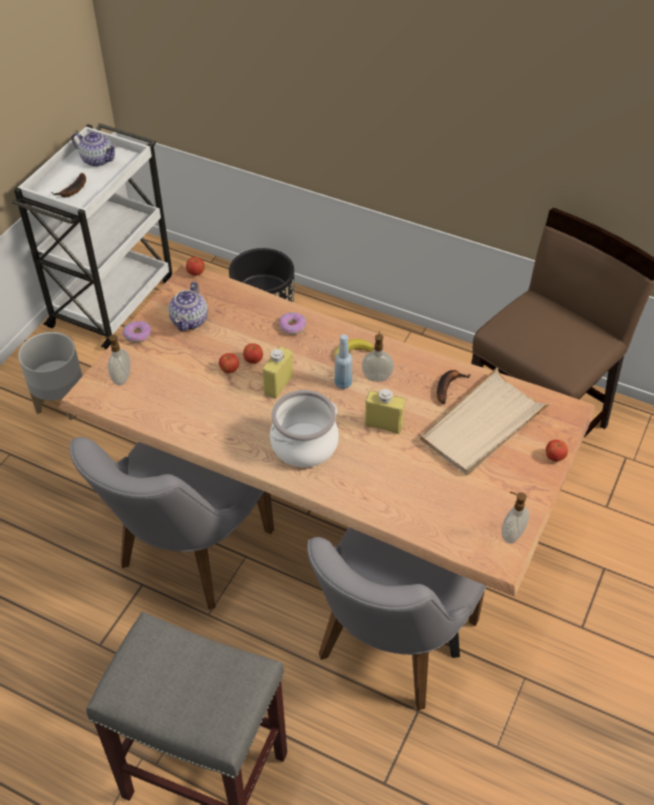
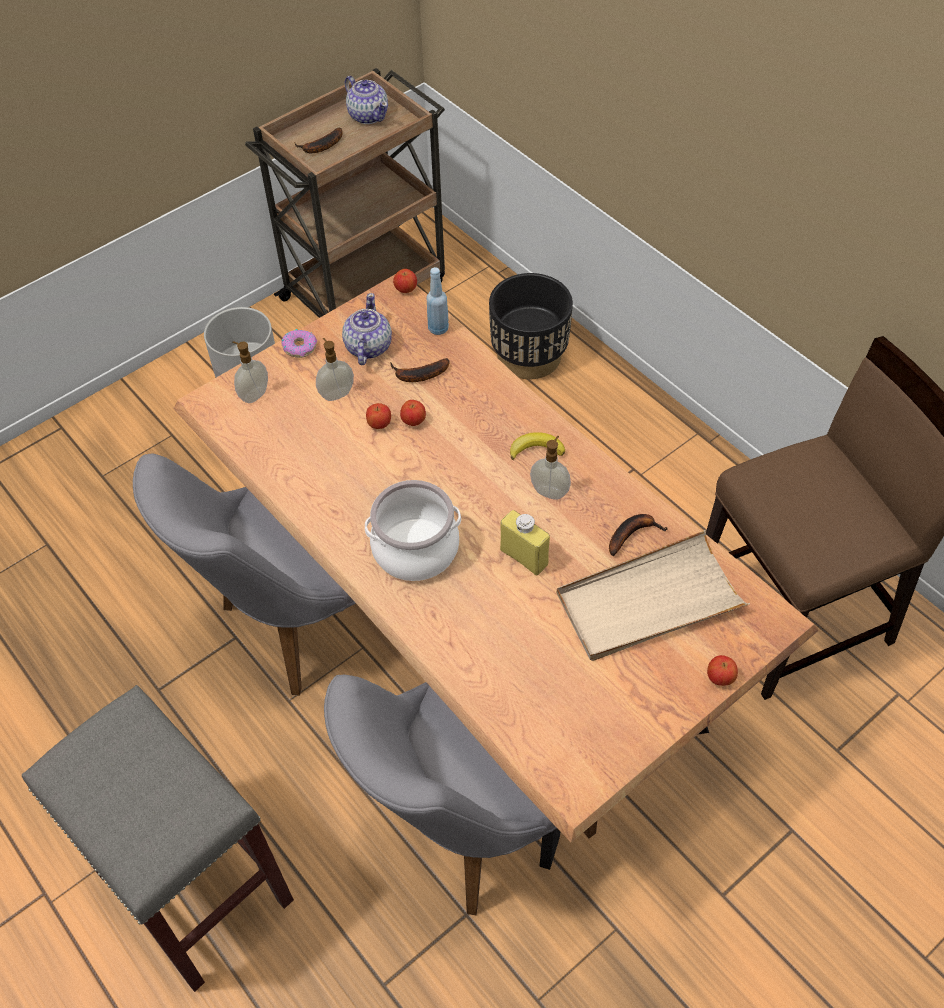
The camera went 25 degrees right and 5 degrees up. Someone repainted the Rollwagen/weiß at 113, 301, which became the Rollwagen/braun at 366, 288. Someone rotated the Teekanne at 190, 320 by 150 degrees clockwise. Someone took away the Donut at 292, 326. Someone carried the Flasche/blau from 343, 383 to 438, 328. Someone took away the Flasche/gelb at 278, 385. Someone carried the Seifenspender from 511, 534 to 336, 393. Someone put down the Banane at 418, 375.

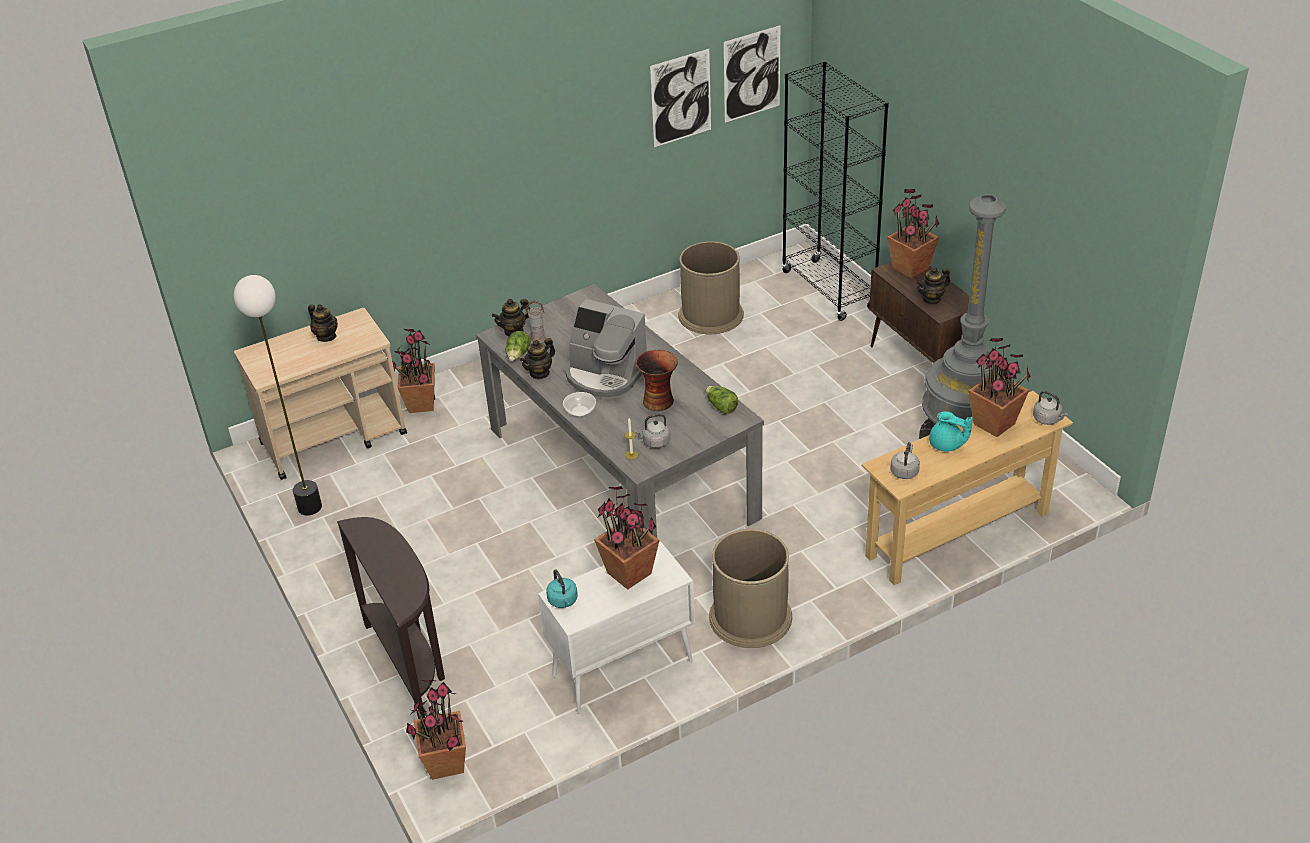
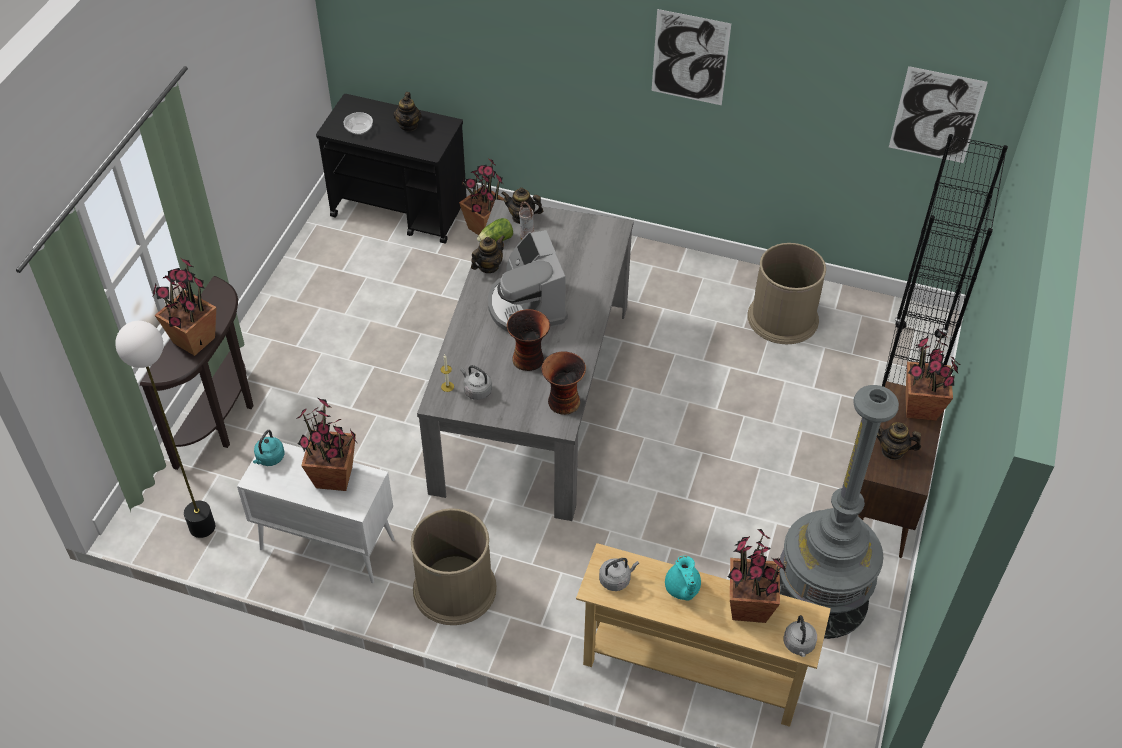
The camera went 45 degrees right and 10 degrees up. Someone carried the Bild from 681, 98 to 690, 58. Someone carried the Stehlampe from 309, 507 to 201, 527. Someone repainted the Rollwagen/beige at 334, 438, which became the Rollwagen/schwarz at 400, 210. Someone rotated the Teekanne at 540, 373 by 135 degrees clockwise. Someone swapped the Salatkopf at 721, 407 for the Vase at 562, 402. Someone carried the Schüssel from 579, 411 to 358, 129. Someone carried the Topfpflanze from 445, 764 to 193, 340.

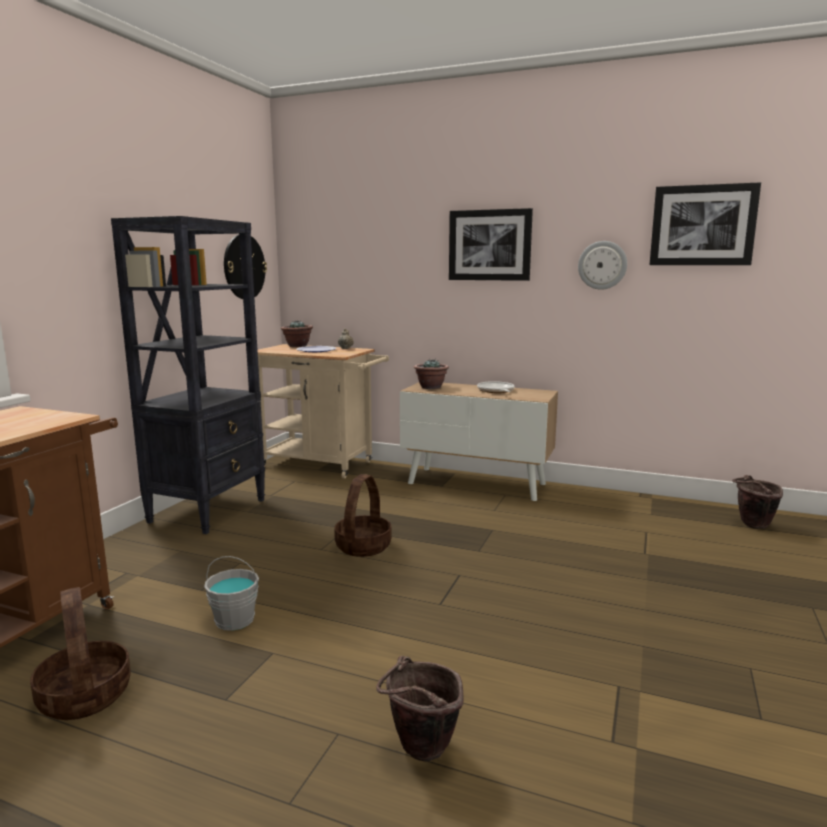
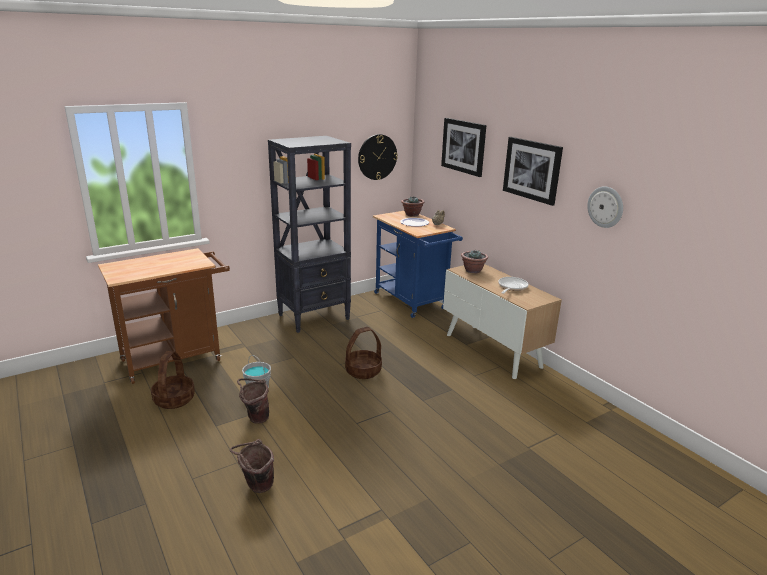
The camera went 35 degrees right and 10 degrees up. Someone carried the Bild from 702, 225 to 463, 146. Someone repainted the Rollwagen/beige at 323, 465, which became the Rollwagen/blau at 413, 302. Someone carried the Eimer/braun from 751, 525 to 255, 418.

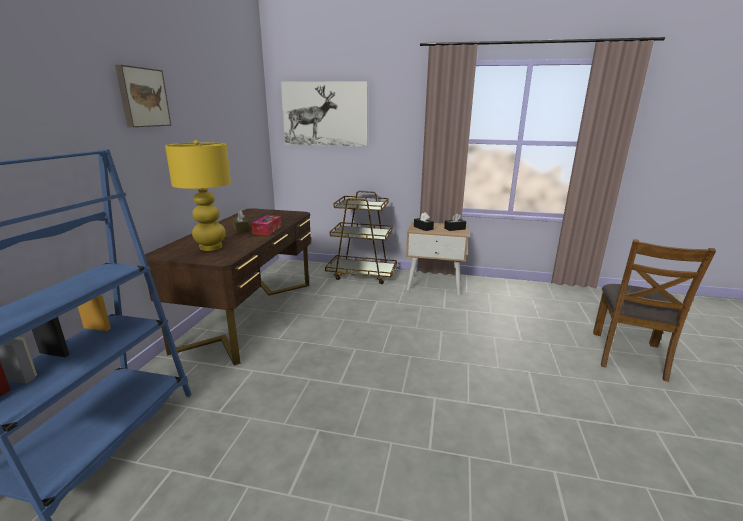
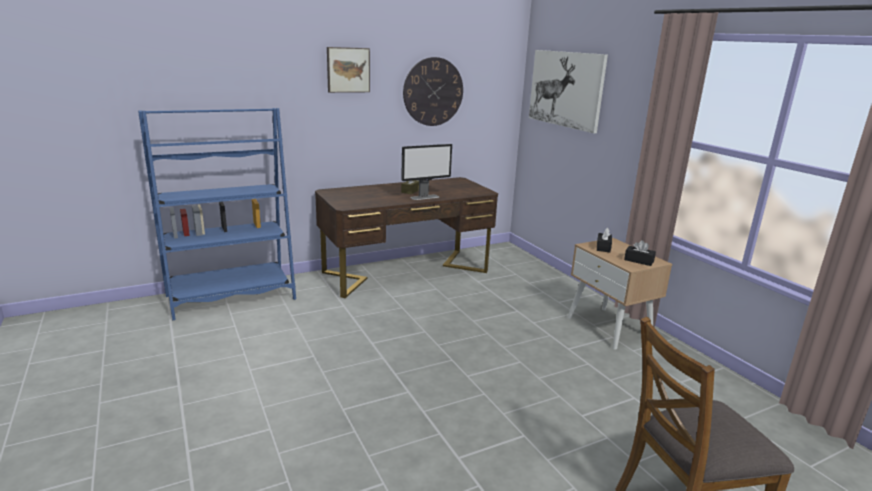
The camera went 50 degrees right and 0 degrees up. Someone took away the Tischlampe/gelb at 211, 247. Someone took away the Rollwagen/braun at 362, 274. Someone swapped the Taschentuchbox at 267, 230 for the Monitor at 425, 197. Someone put up the Wanduhr at 433, 92.

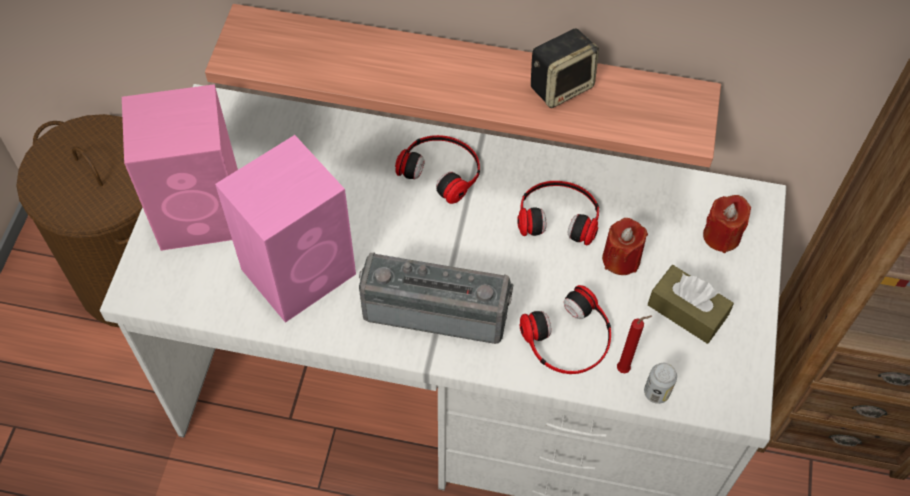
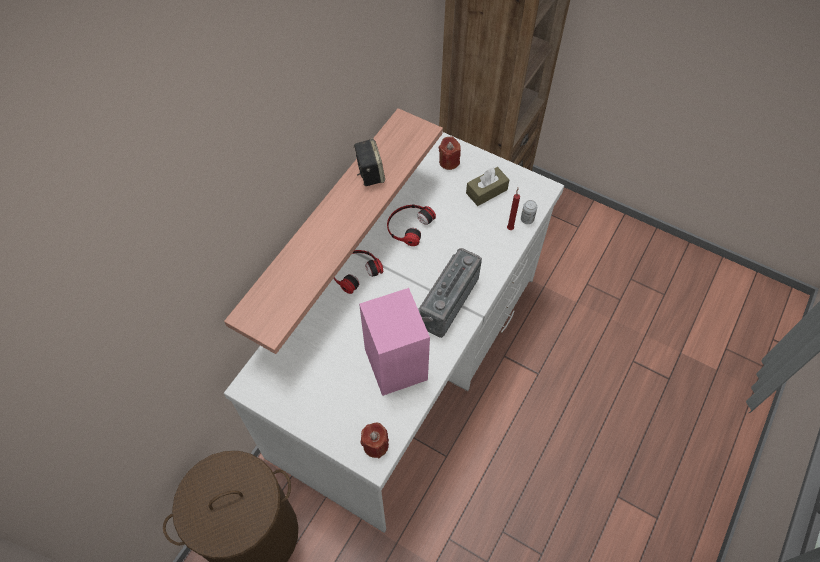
The camera went 70 degrees left and 0 degrees up. Someone took away the Lautsprecher/rosa at 203, 212. Someone carried the Kerze/rot from 621, 259 to 375, 445. Someone took away the Kopfhörer at 569, 338.

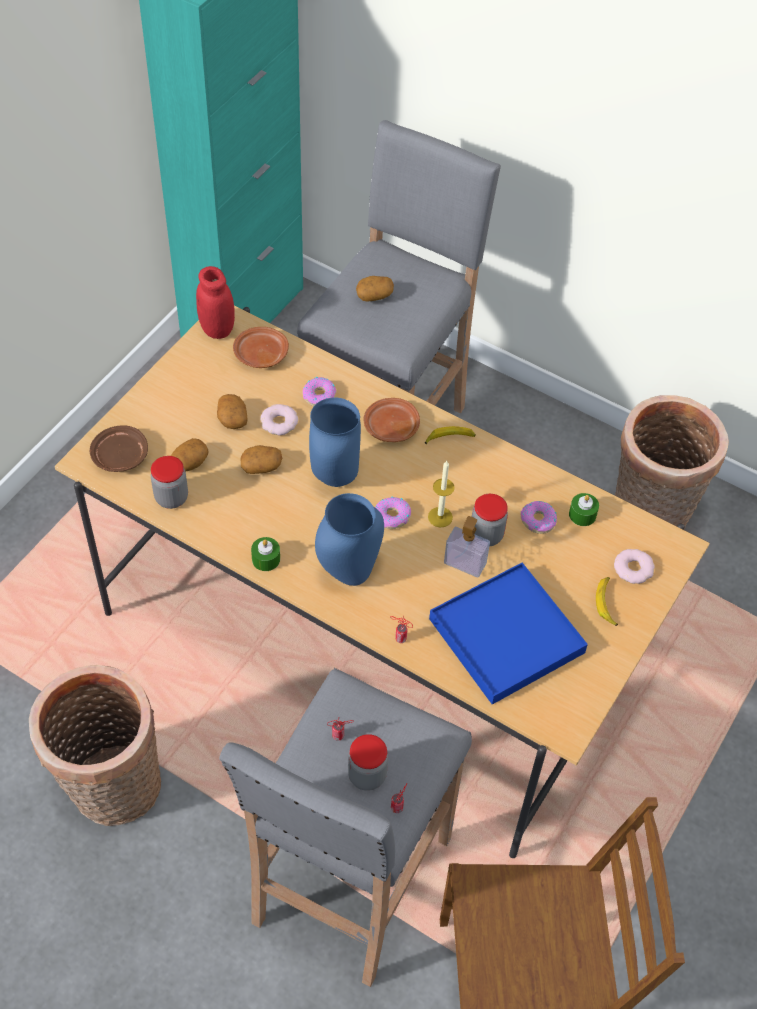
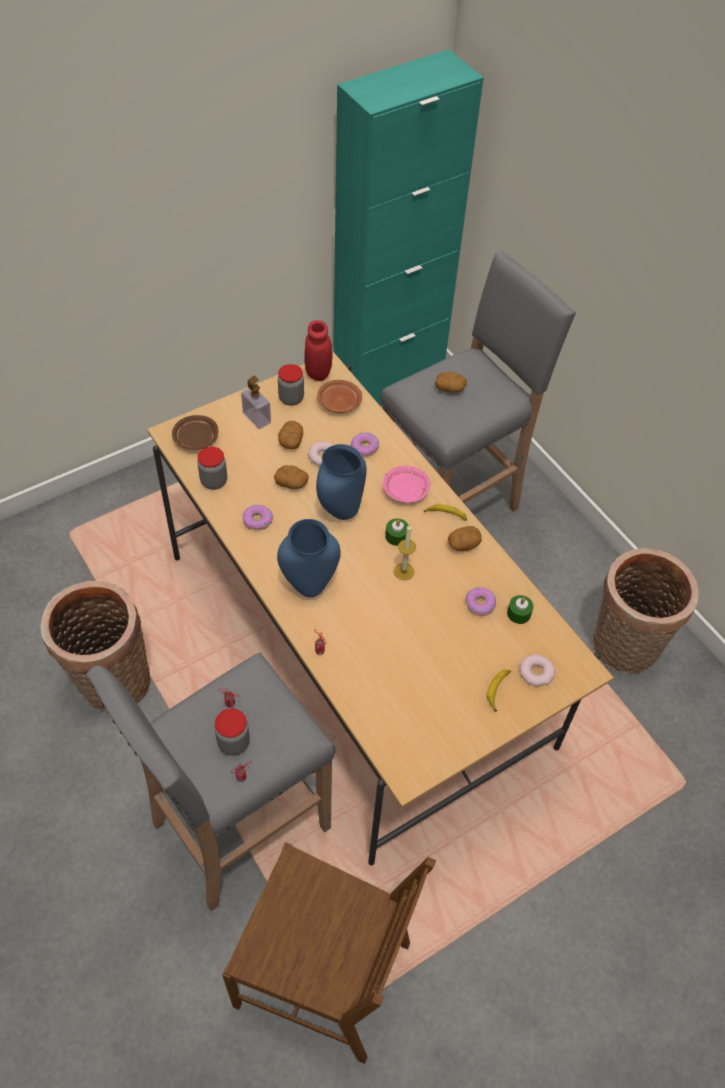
The camera went 25 degrees right and 0 degrees up. Someone repainted the Teller/braun at 391, 427, which became the Teller/rosa at 405, 490. Someone carried the Kartoffel from 190, 462 to 463, 544. Someone carried the Vorratsglas from 486, 535 to 291, 398. Someone carried the Donut from 392, 516 to 257, 520. Someone carried the Seifenspender from 465, 563 to 257, 418. Someone carried the Kerze/grün from 266, 559 to 396, 536. Someone took away the Tablett/blau at 506, 636.

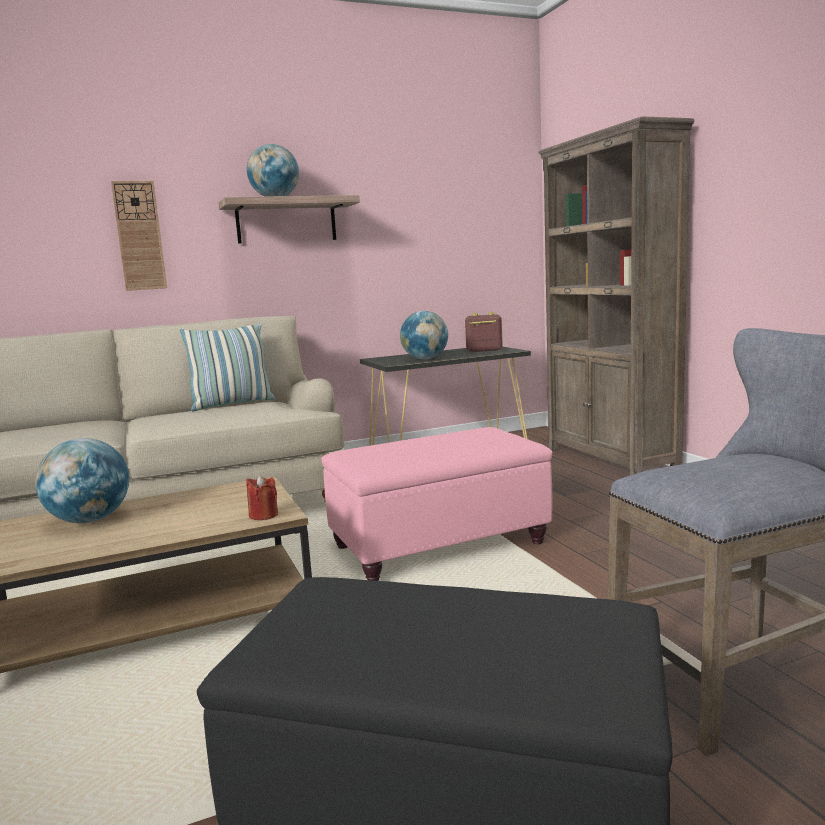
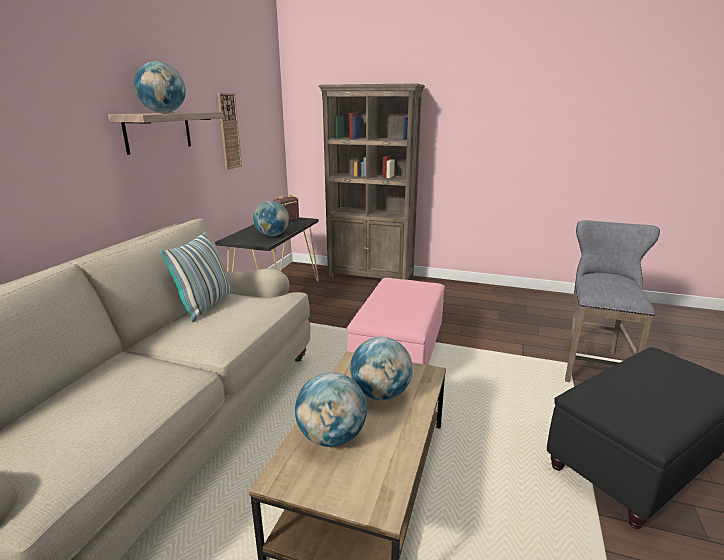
The camera went 50 degrees left and 10 degrees up. Someone carried the Wanduhr from 139, 236 to 229, 131. Someone took away the Kerze/rot at 263, 515. Someone put down the Globus at 380, 394.

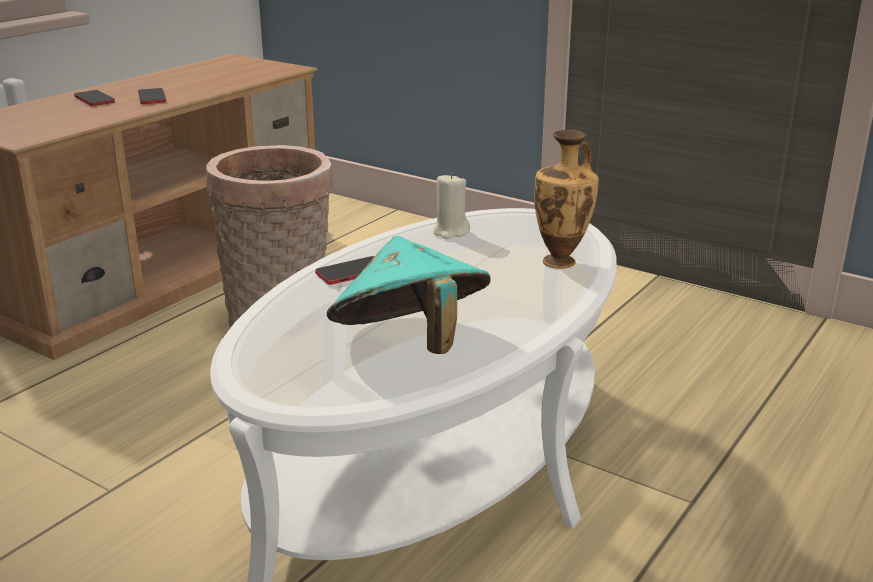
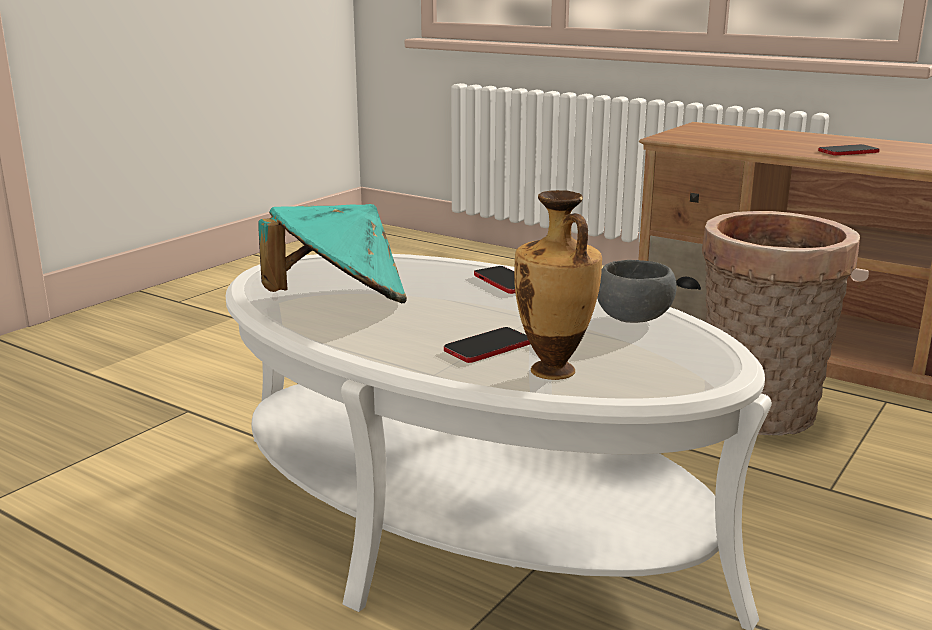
The camera went 90 degrees right and 5 degrees down. Someone carried the Handy from 94, 99 to 488, 347. Someone swapped the Kerze/beige at 450, 232 for the Schüssel/grau at 635, 318.

